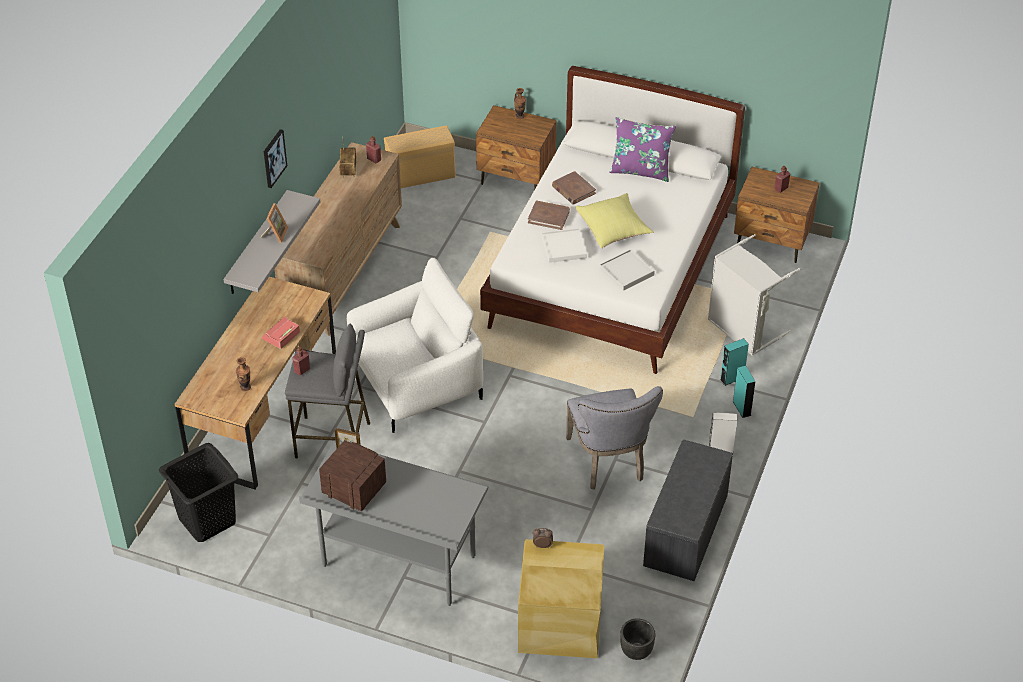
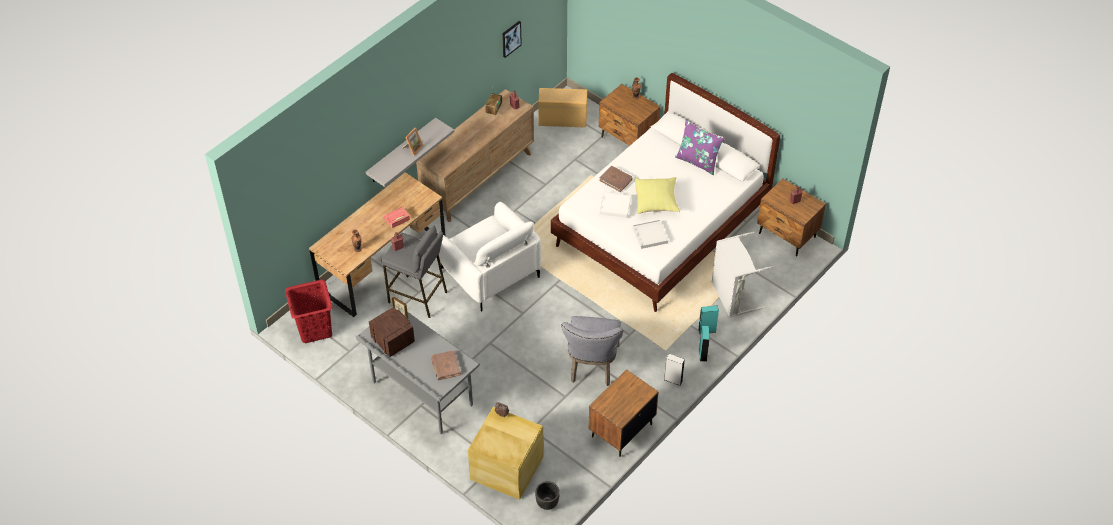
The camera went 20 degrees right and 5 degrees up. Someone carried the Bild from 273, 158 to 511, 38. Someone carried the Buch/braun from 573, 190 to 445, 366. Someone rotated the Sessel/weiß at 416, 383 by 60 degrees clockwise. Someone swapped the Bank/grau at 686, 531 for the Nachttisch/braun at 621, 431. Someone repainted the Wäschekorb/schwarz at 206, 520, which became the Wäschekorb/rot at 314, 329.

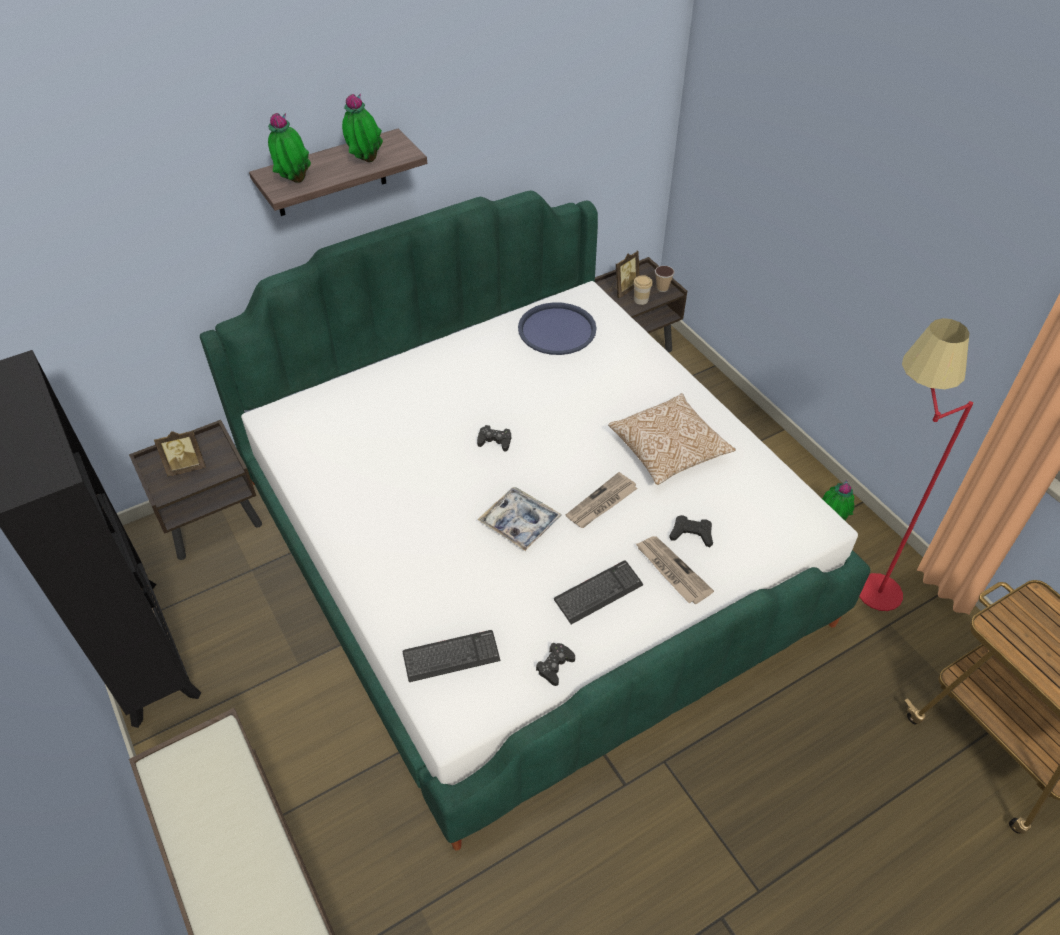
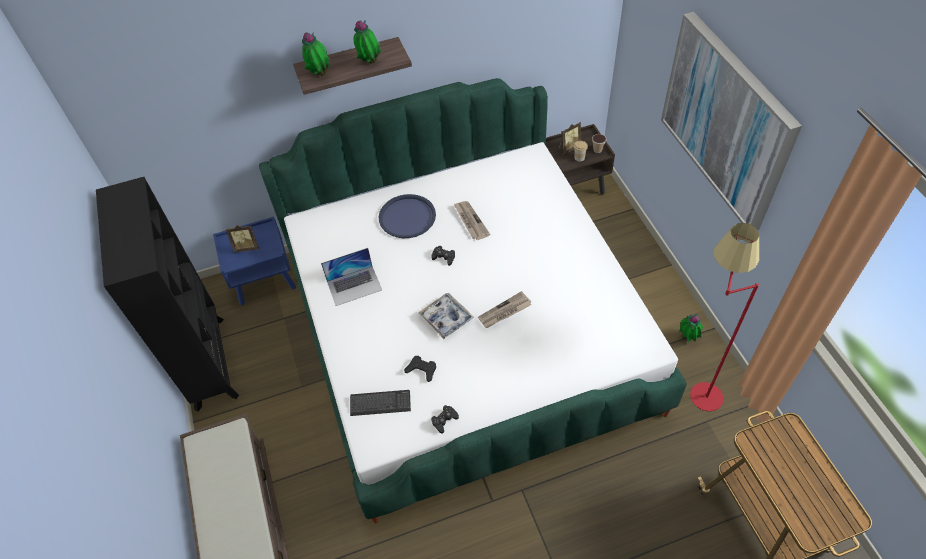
The camera went 15 degrees right and 5 degrees up. Someone carried the Tablett/blau from 557, 330 to 407, 217. Someone took away the Kissen at 668, 450. Someone repainted the Nachttisch/braun at 213, 522, which became the Nachttisch/blau at 265, 281. Someone carried the Gamepad/schwarz from 691, 534 to 421, 370. Someone carried the Zeitung from 672, 571 to 470, 221. Someone took away the Tastatur at 598, 593. Someone put up the Bild at 726, 121. Someone put down the Laptop at 354, 285.

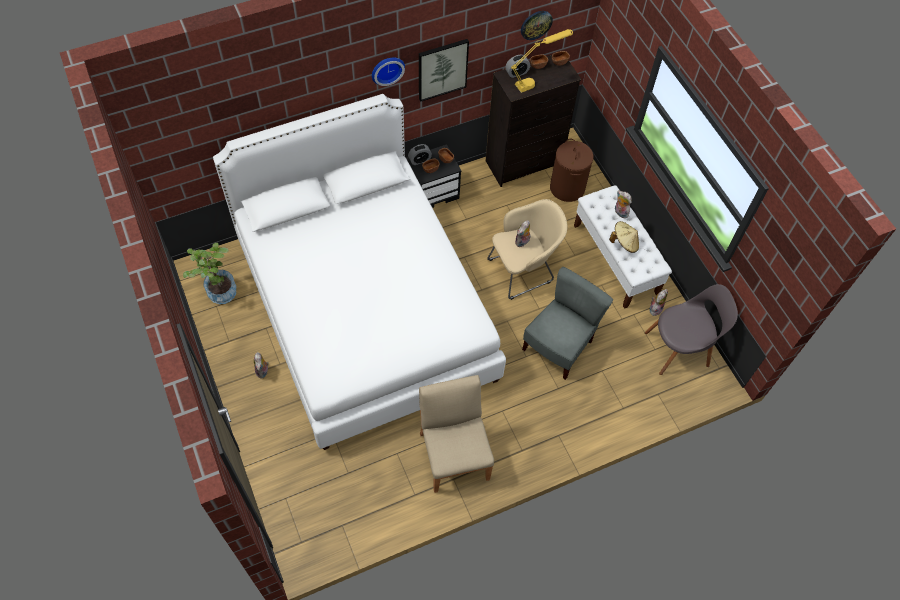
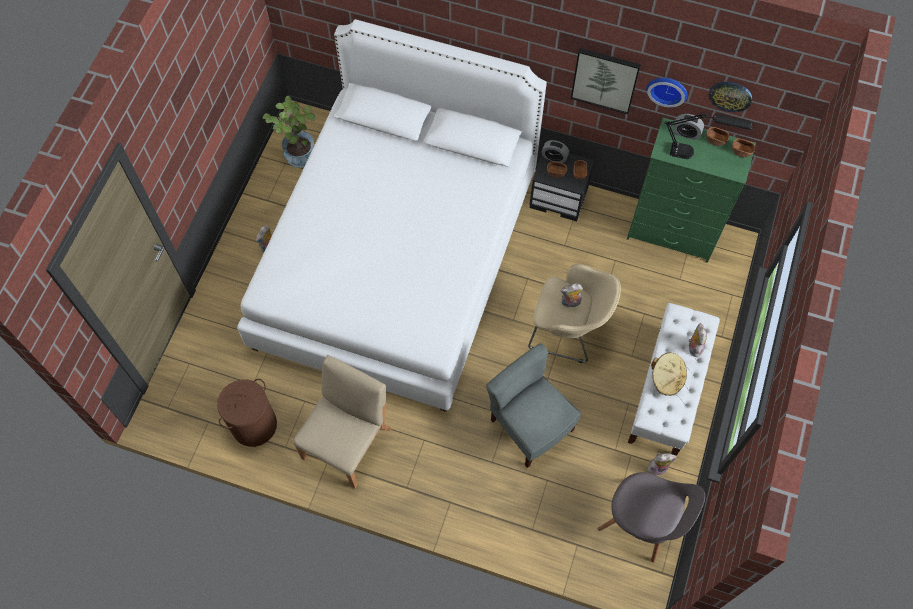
The camera went 45 degrees right and 5 degrees up. Someone repainted the Tischlampe/gelb at 536, 81, which became the Tischlampe/schwarz at 697, 155. Someone repainted the Kommode/schwarz at 524, 163, which became the Kommode/grün at 672, 234. Someone carried the Wanduhr from 387, 69 to 667, 89. Someone carried the Wäschekorb/braun from 567, 187 to 254, 424. Someone rotated the Stuhl/grau at 558, 346 by 120 degrees counterclockwise.

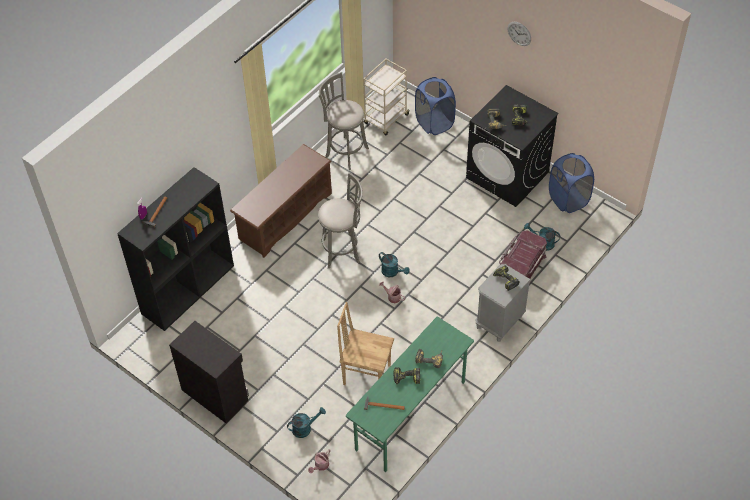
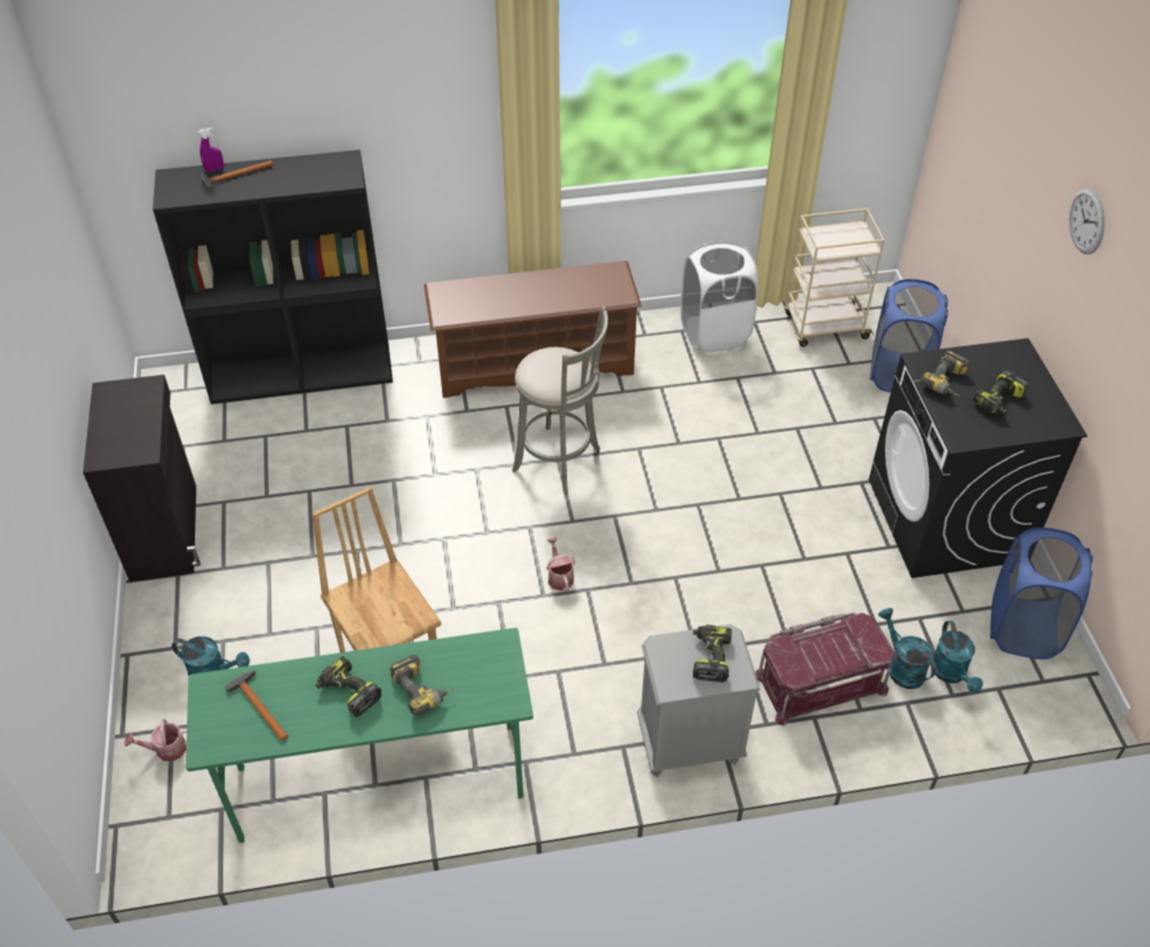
The camera went 40 degrees right and 5 degrees down. Someone swapped the Hocker/grau at 345, 152 for the Wäschekorb/weiß at 714, 333. Someone carried the Gießkanne/türkis from 392, 272 to 951, 674.

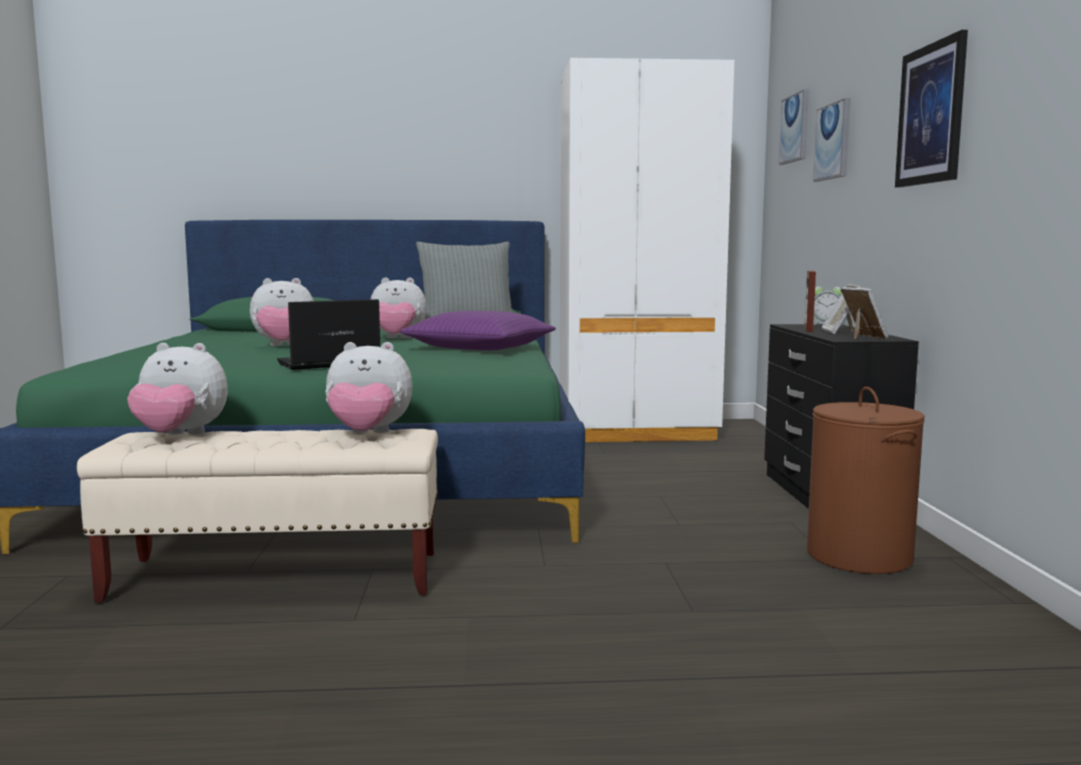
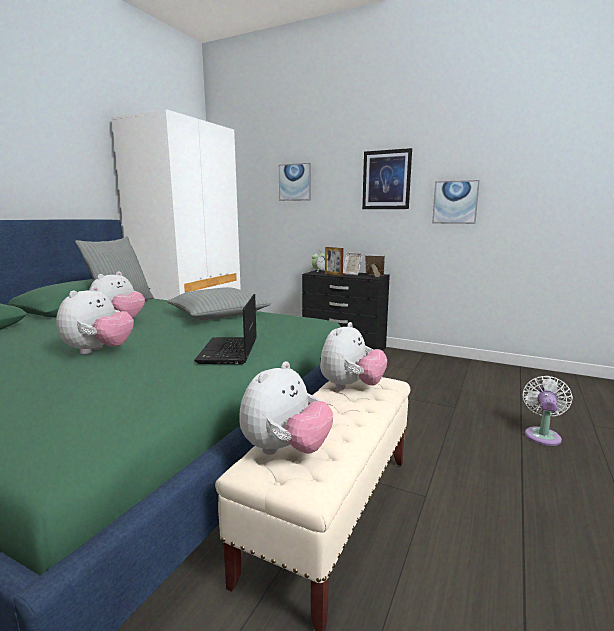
The camera went 60 degrees left and 5 degrees up. Someone carried the Bild from 795, 128 to 455, 202. Someone repainted the Kissen/lila at 480, 348, which became the Kissen/grau at 218, 315. Someone took away the Wäschekorb/braun at 859, 556. Someone put down the Ventilator/weiß at 542, 435.

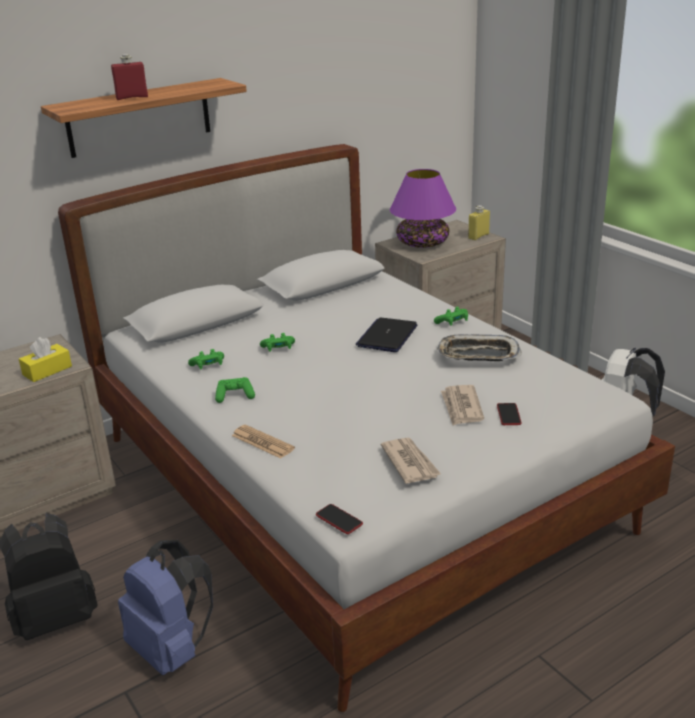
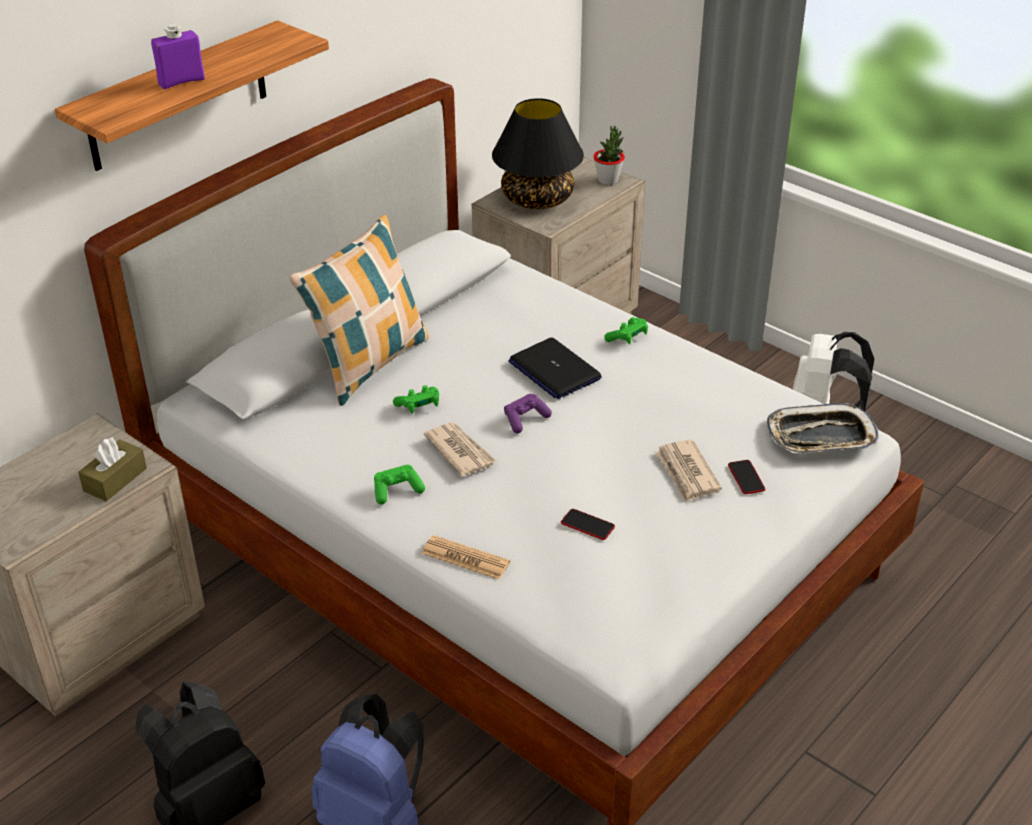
The camera went 15 degrees left and 10 degrees up. Someone repainted the Flasche/rot at 132, 97, which became the Flasche/lila at 181, 82. Someone repainted the Tischlampe/lila at 422, 243, which became the Tischlampe/schwarz at 537, 199. Someone swapped the Flasche/gelb at 478, 236 for the Topfpflanze at 608, 180. Someone rotated the Laptop at 387, 336 by 45 degrees counterclockwise. Someone carried the Tablett from 478, 354 to 821, 437. Someone repainted the Taschentuchbox/gelb at 47, 370, which became the Taschentuchbox/braun at 115, 479. Someone took away the Gamepad/grün at 208, 366. Someone carried the Zeitung from 410, 462 to 460, 451. Someone carried the Handy from 339, 520 to 587, 525. Someone put down the Kissen at 369, 363. Someone put down the Gamepad/lila at 525, 419.

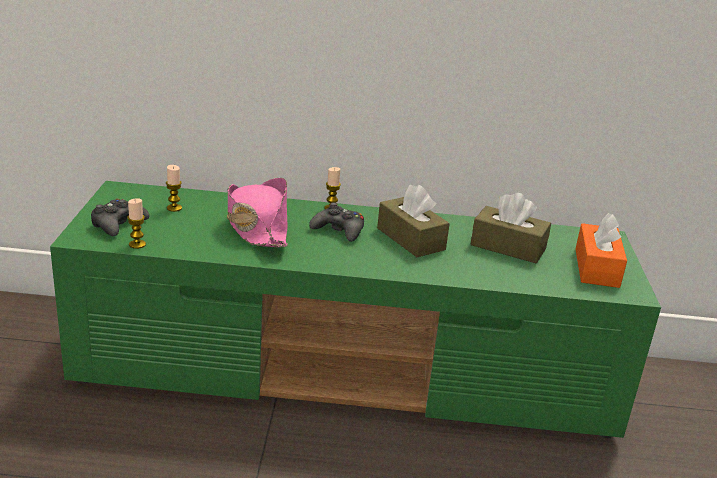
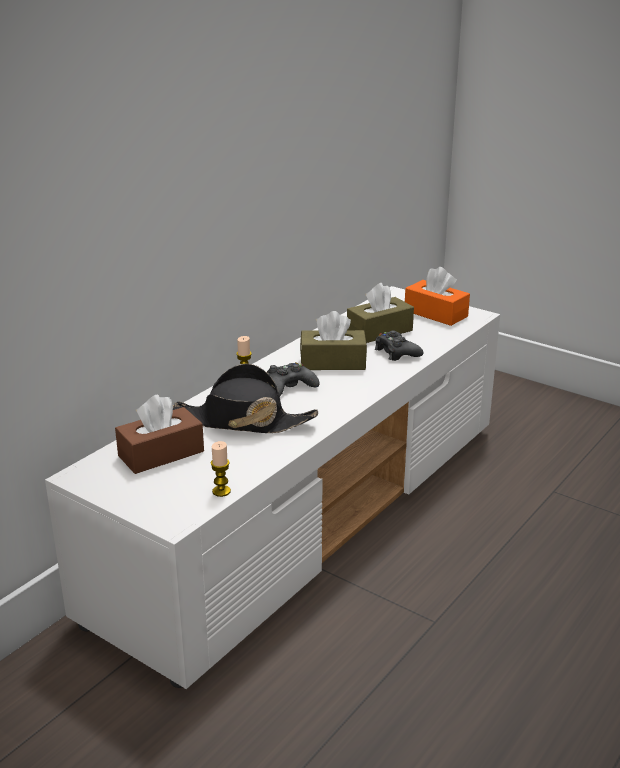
The camera went 55 degrees left and 0 degrees up. Someone swapped the Kerze at 174, 208 for the Taschentuchbox/braun at 161, 454. Someone repainted the Hut/rosa at 257, 226, which became the Hut/schwarz at 243, 421. Someone repainted the Fernsehschrank/grün at 350, 371, which became the Fernsehschrank/weiß at 310, 512. Someone carried the Gamepad/schwarz from 118, 224 to 396, 352.

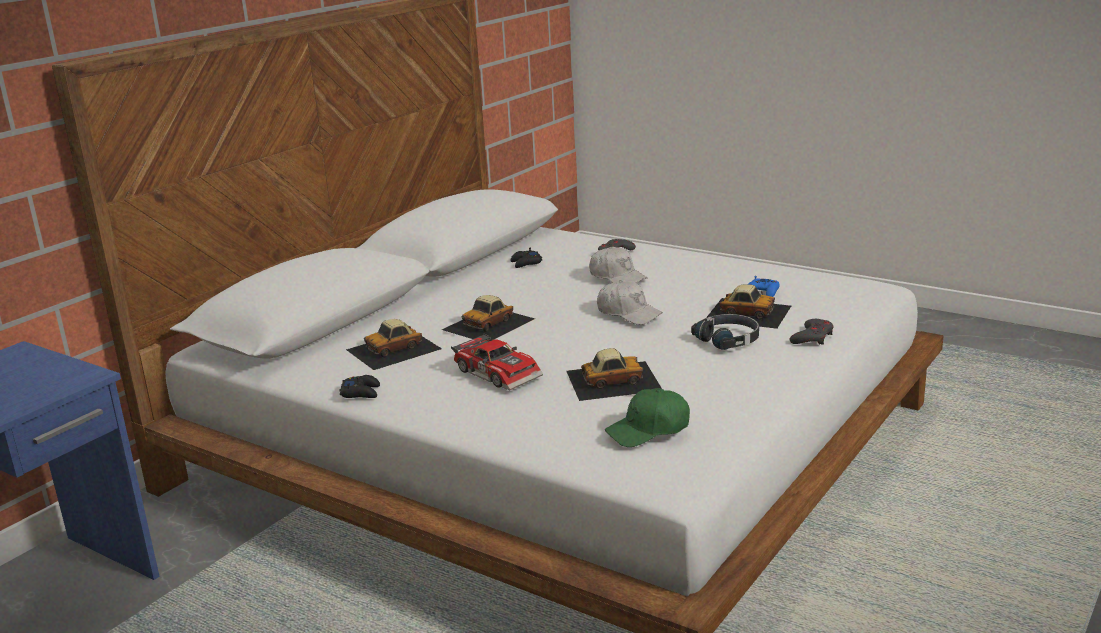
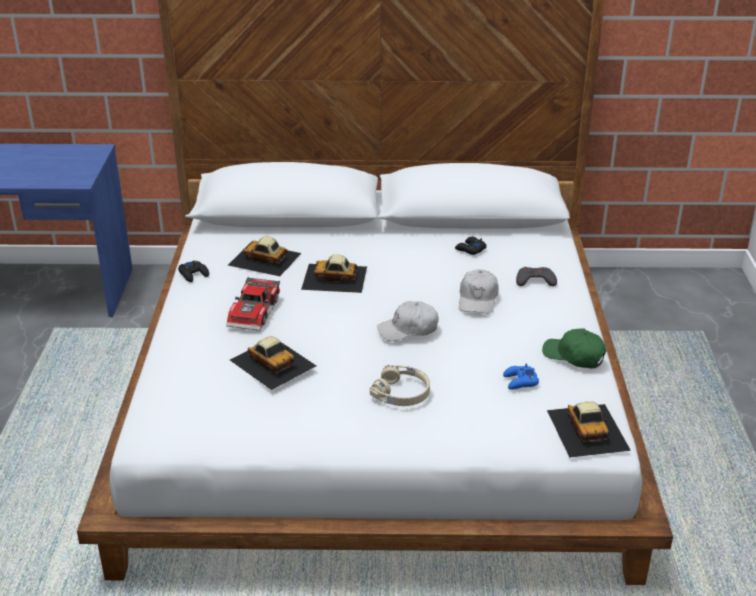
The camera went 55 degrees right and 10 degrees up. Someone rotated the Kappe/weiß at 629, 313 by 75 degrees clockwise. Someone carried the Spielzeugauto from 748, 312 to 588, 429. Someone repainted the Kopfhörer/schwarz at 728, 339, which became the Kopfhörer/beige at 402, 393. Someone took away the Gamepad/grau at 812, 337. Someone carried the Kappe/grün from 648, 430 to 574, 356.

